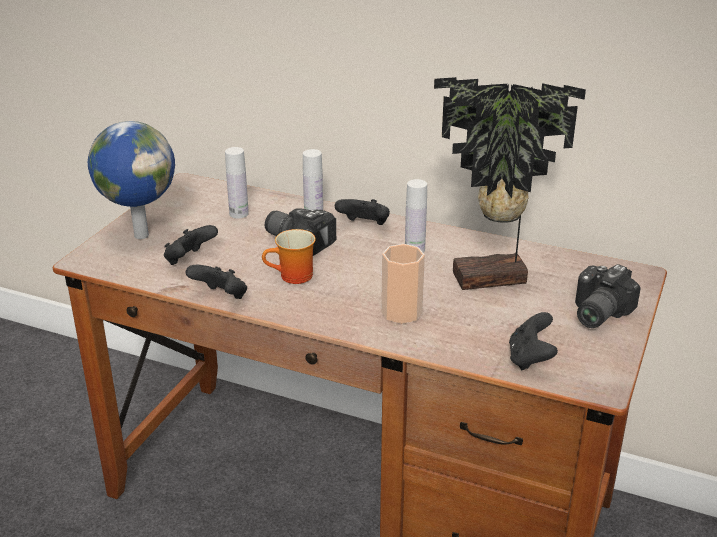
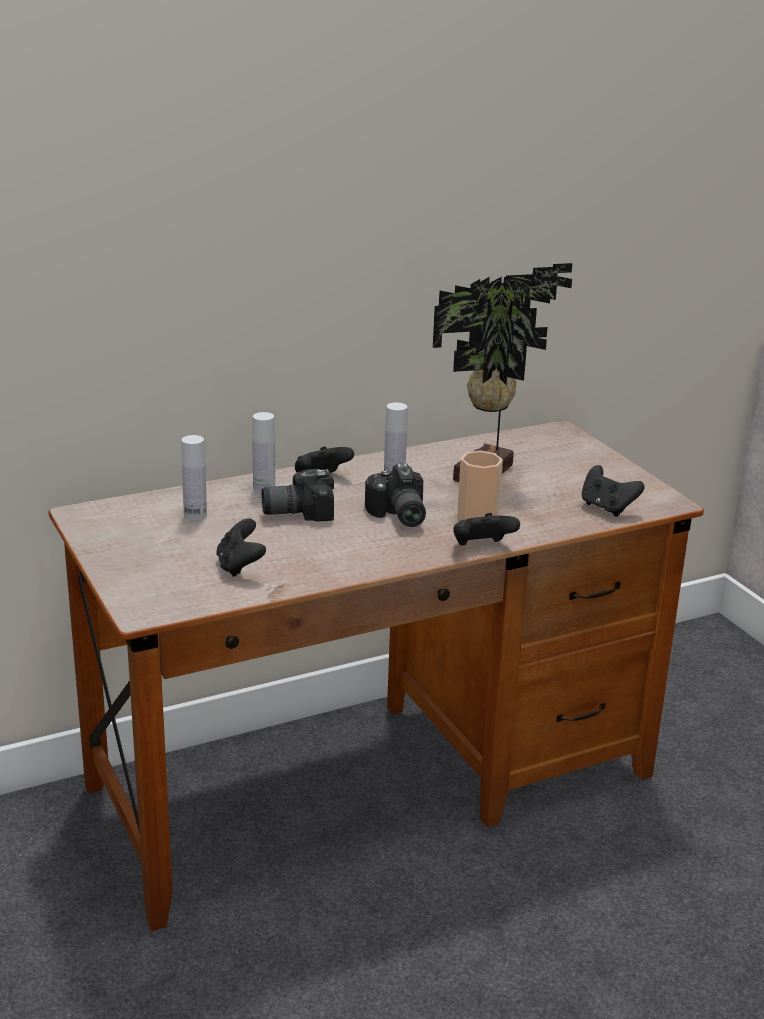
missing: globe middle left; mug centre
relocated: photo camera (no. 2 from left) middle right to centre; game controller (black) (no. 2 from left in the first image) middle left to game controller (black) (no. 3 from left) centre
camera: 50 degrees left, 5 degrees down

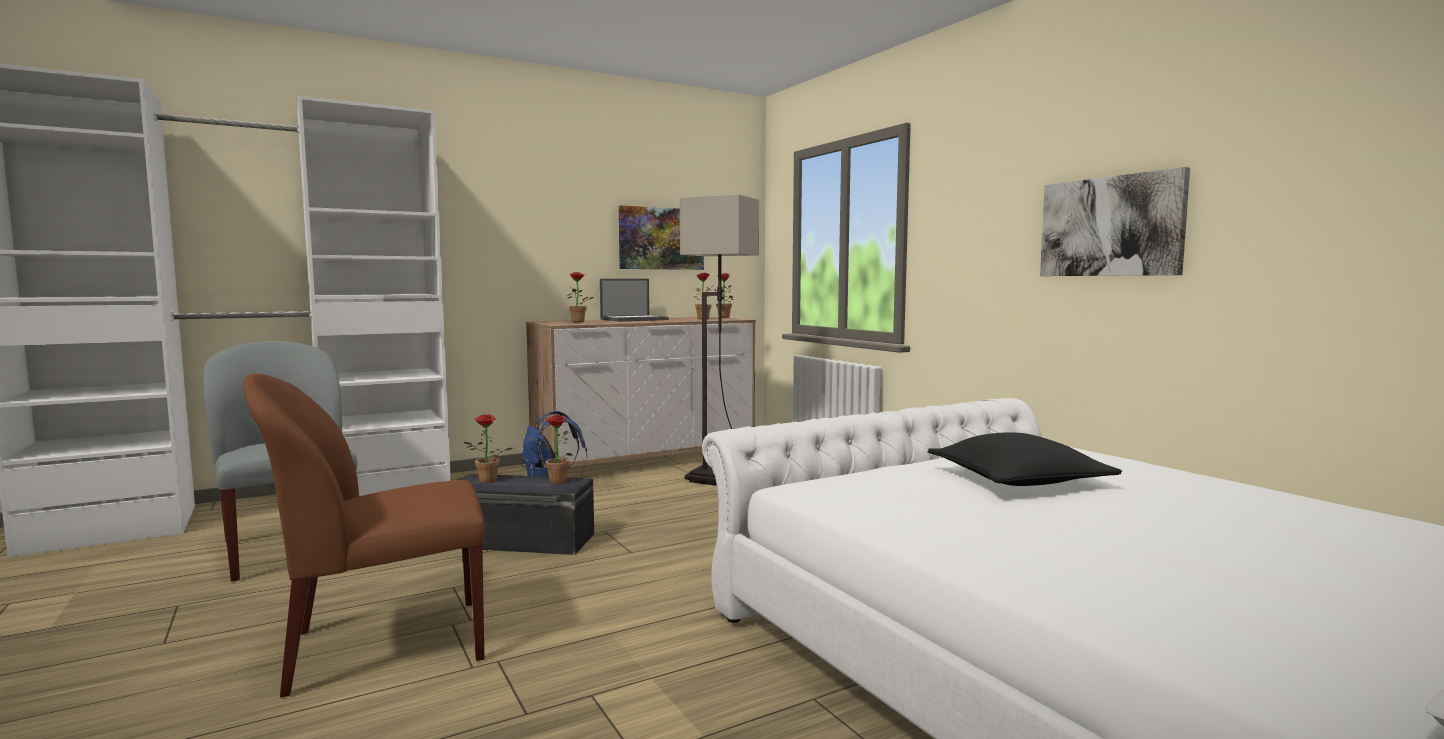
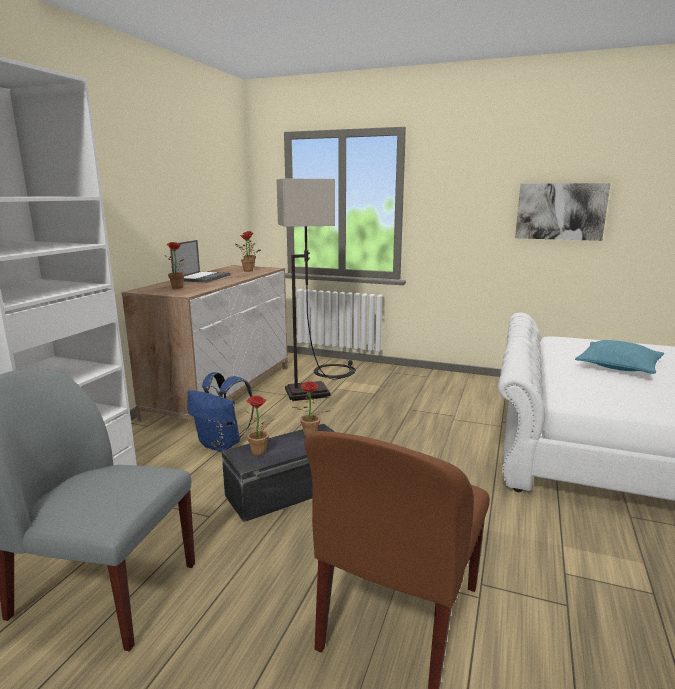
missing: picture (no. 1 from left) top centre
colour: pillow (black) middle right to pillow (turquoise) middle right
camera: 40 degrees left, 10 degrees up

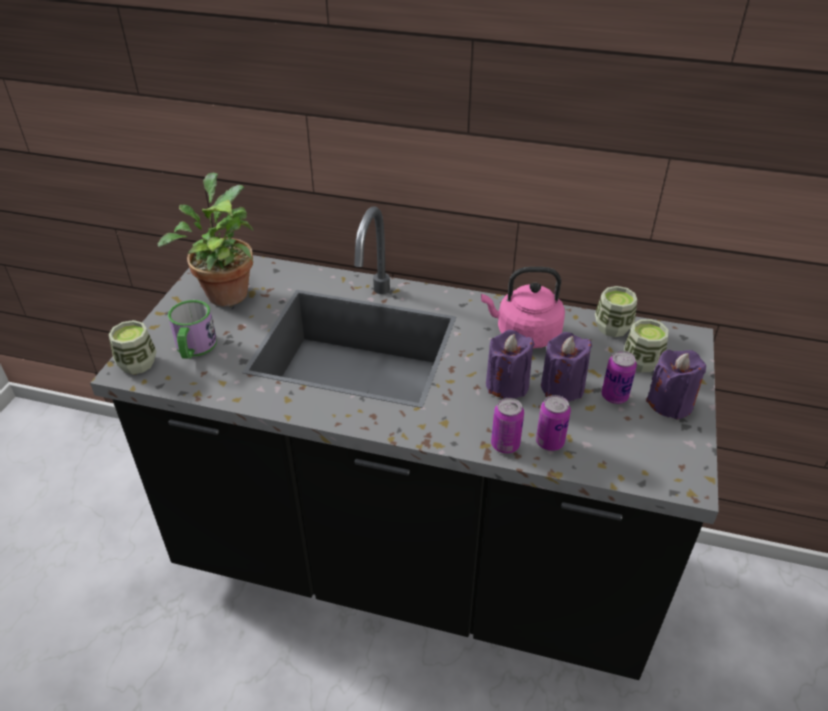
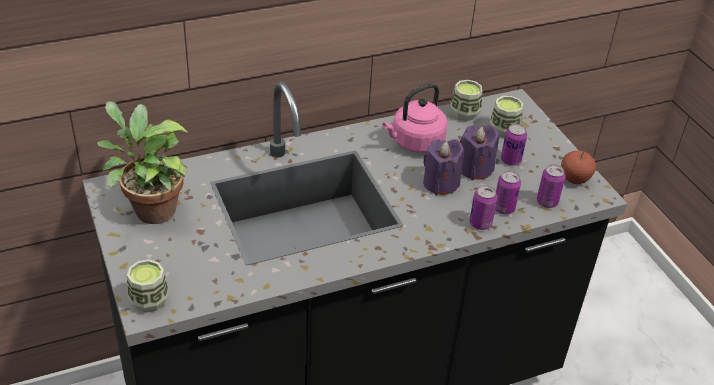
missing: mug middle left; candle (purple) (no. 3 from left) middle right
appeared: apple middle right; can (no. 4 from left) middle right
camera: 40 degrees left, 0 degrees up

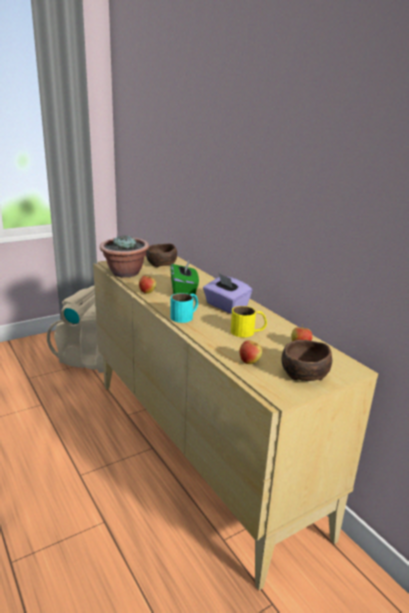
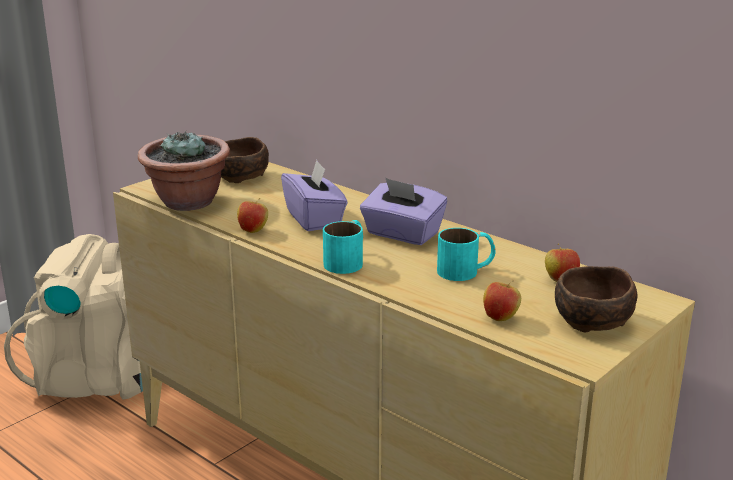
colour: tissue box (green) centre to tissue box (purple) (no. 1 from left) centre; mug (yellow) centre to mug (turquoise) (no. 2 from left) centre
camera: 15 degrees left, 0 degrees up

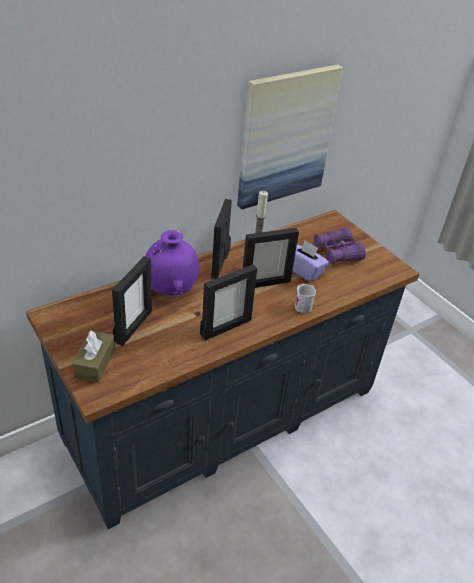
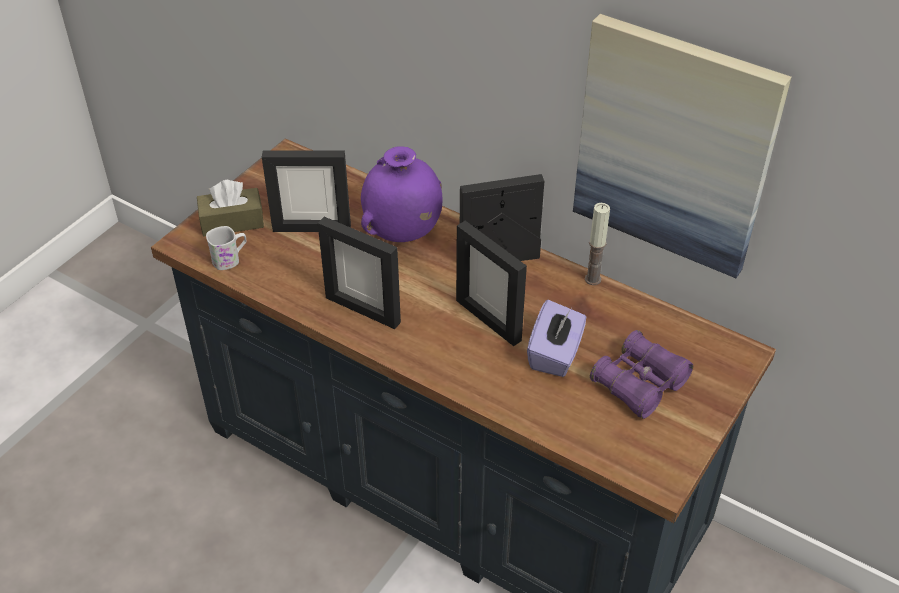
relocated: mug (white) centre to middle left
camera: 70 degrees right, 5 degrees up

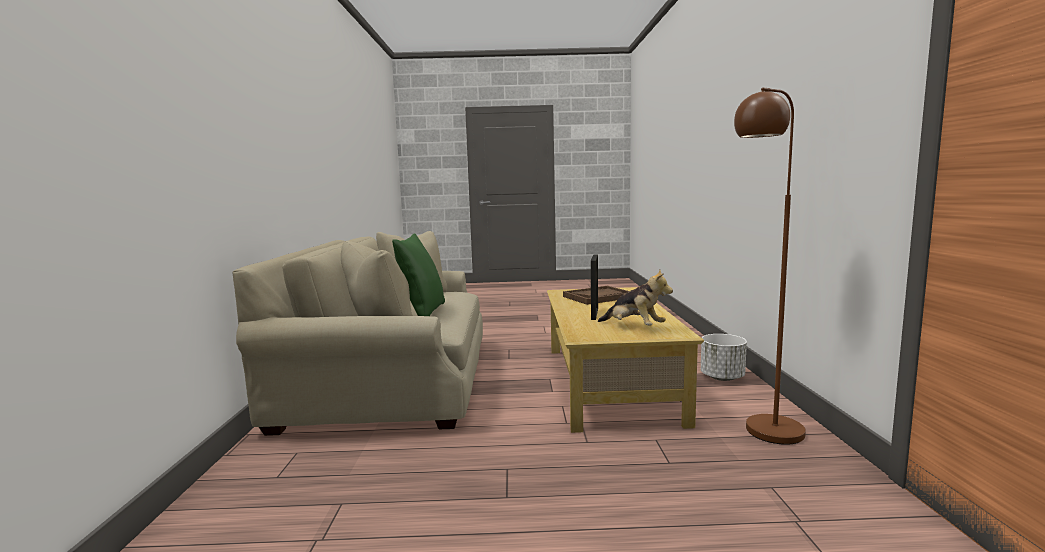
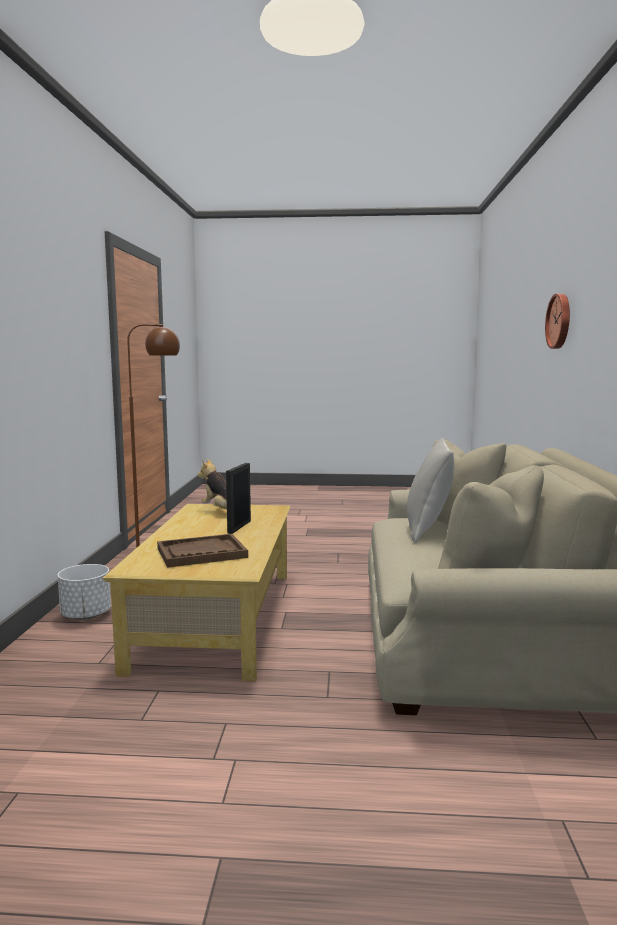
appeared: wall clock middle right
colour: pillow (green) centre to pillow (grey) middle right
camera: 175 degrees left, 0 degrees up

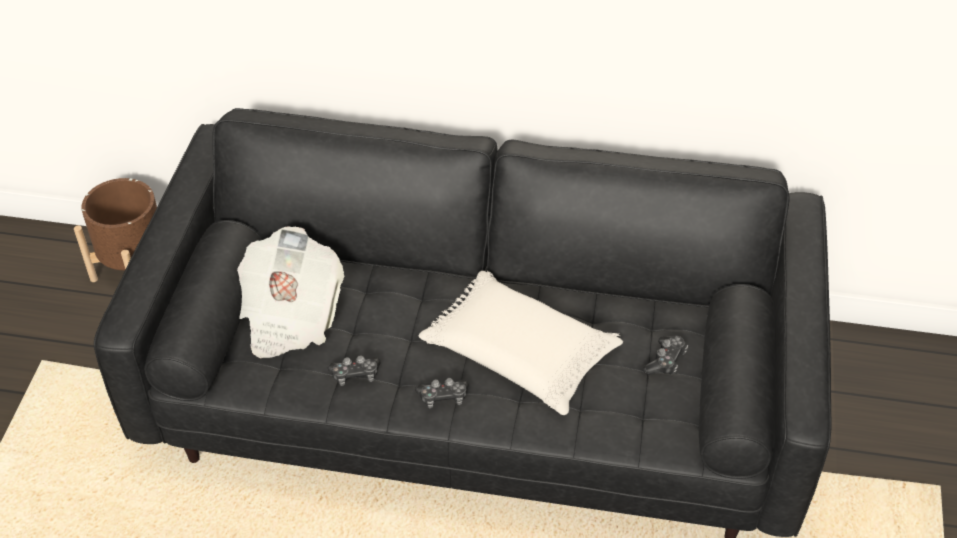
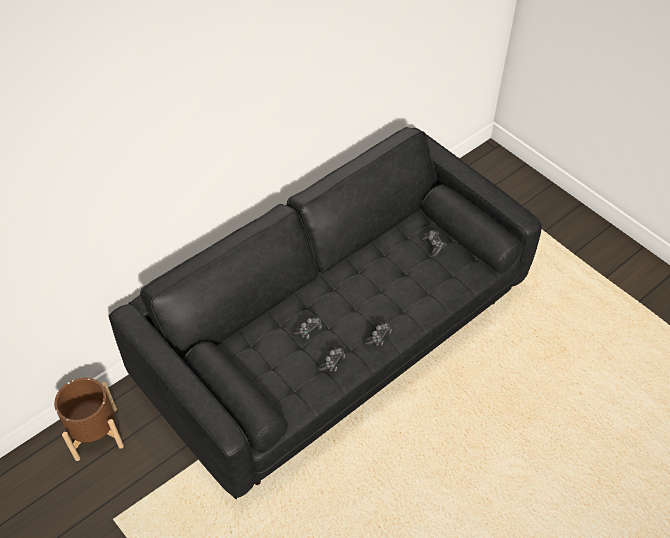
missing: newspaper middle left; pillow (white) centre
appeared: game controller (no. 1 from left) centre
camera: 50 degrees left, 5 degrees up

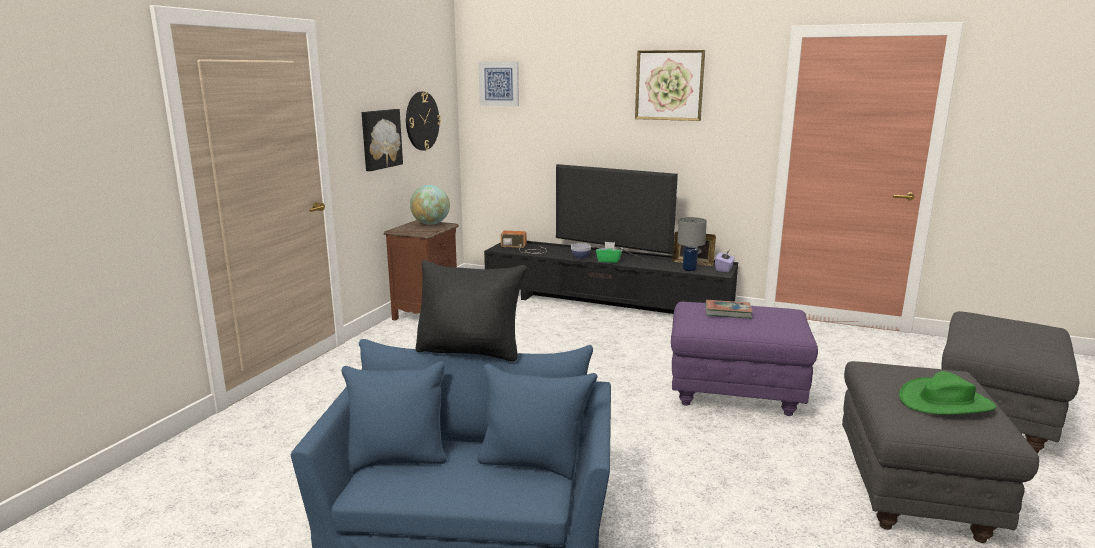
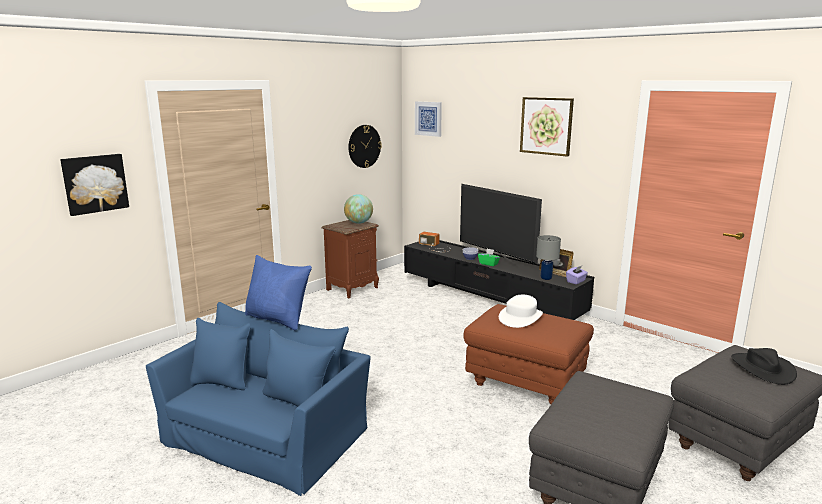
missing: hat (green) bottom right
appeared: hat (black) bottom right
relocated: picture (no. 1 from left) top centre to middle left
exchanged: book centre to hat (white) centre
colour: pillow (black) centre to pillow (blue) centre; ottoman (purple) middle right to ottoman (brown) bottom centre
camera: 20 degrees right, 0 degrees up

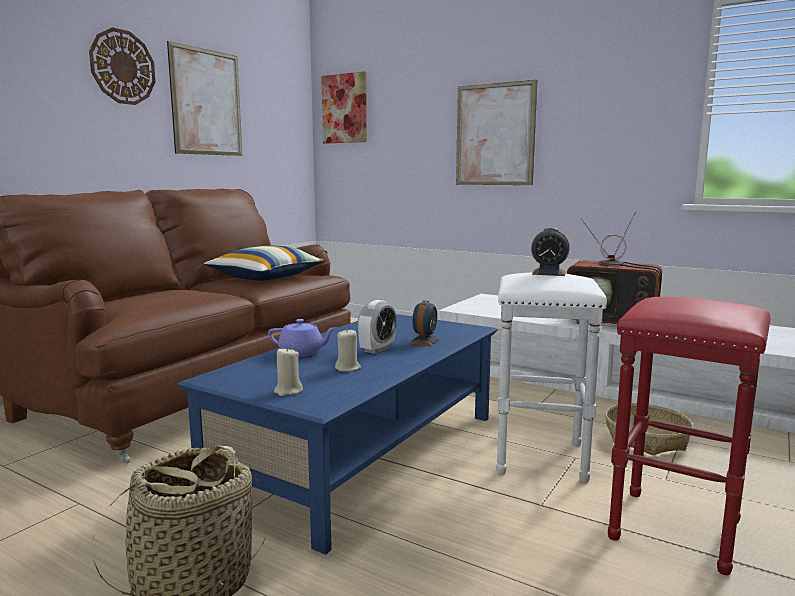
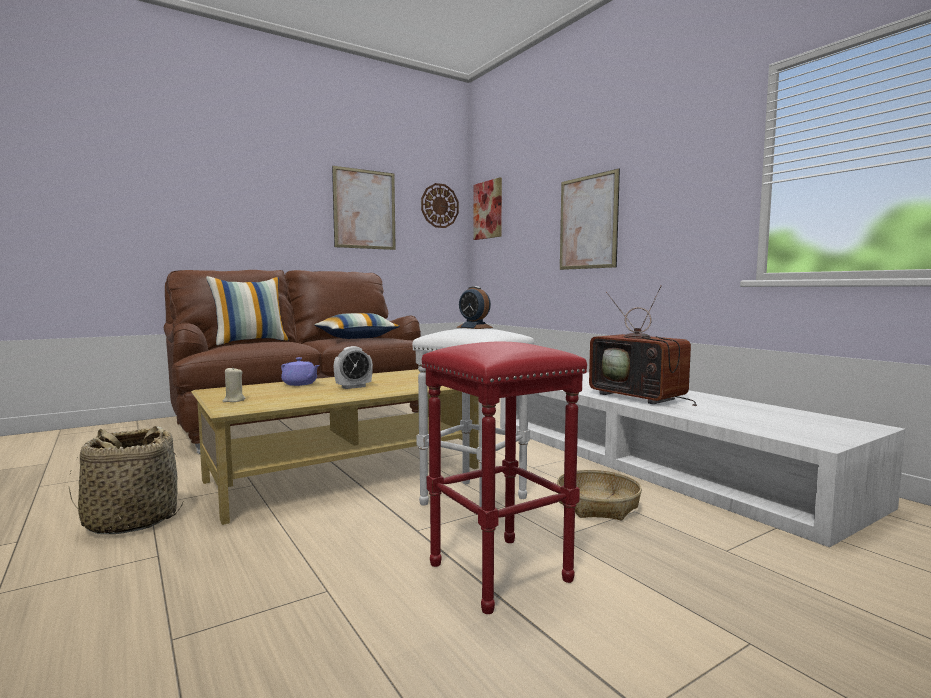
missing: alarm clock (no. 2 from left) centre; candle (beige) (no. 2 from left) centre
appeared: pillow (no. 1 from left) middle left
relocated: wall clock top left to top centre
colour: coffee table (blue) bottom centre to coffee table (beige) centre
camera: 25 degrees right, 5 degrees down

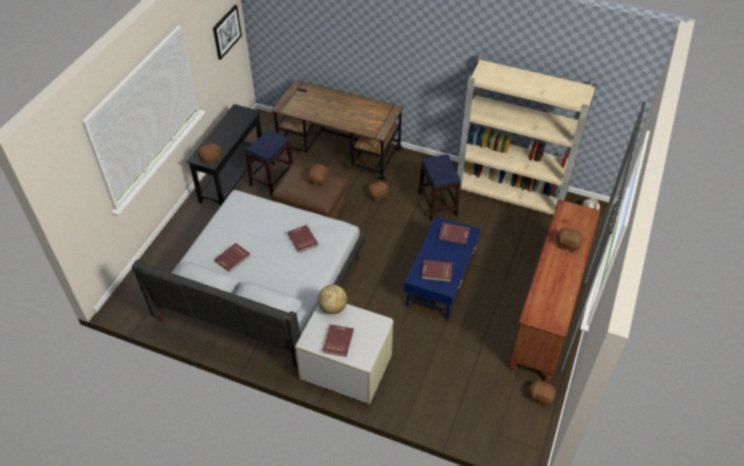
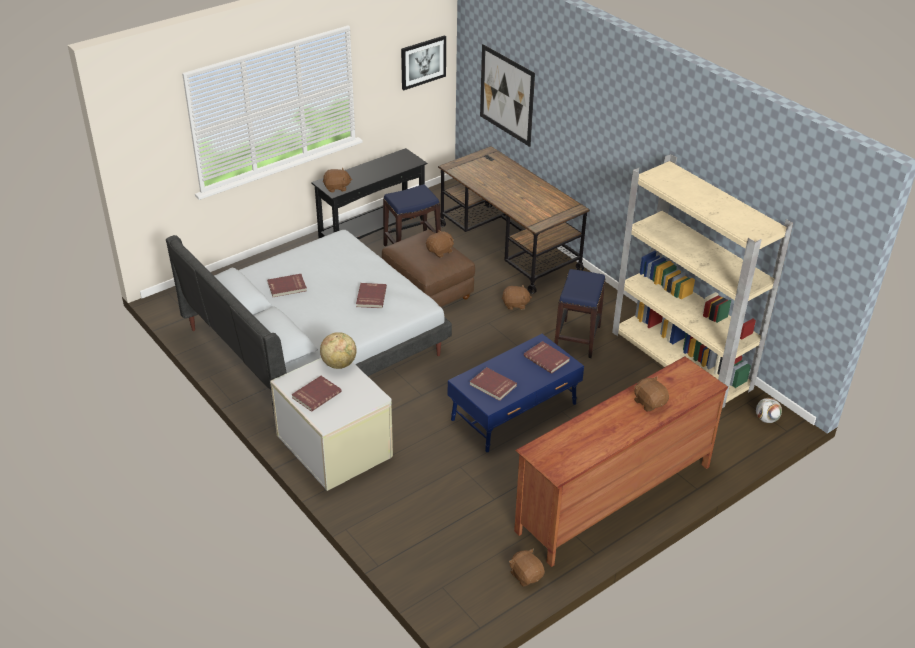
appeared: picture (no. 2 from left) top centre
camera: 30 degrees right, 10 degrees down

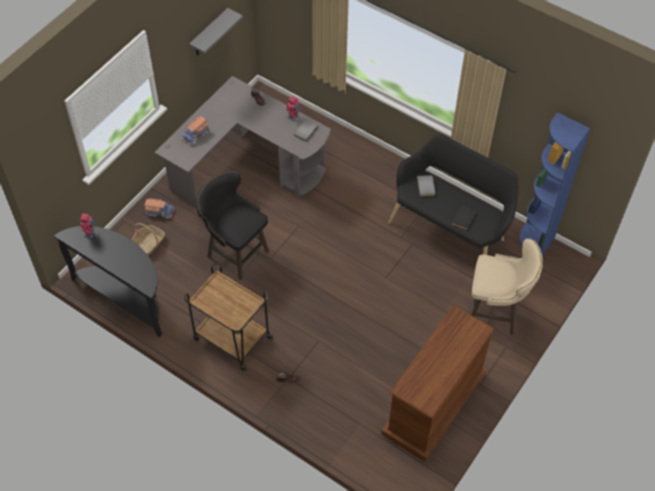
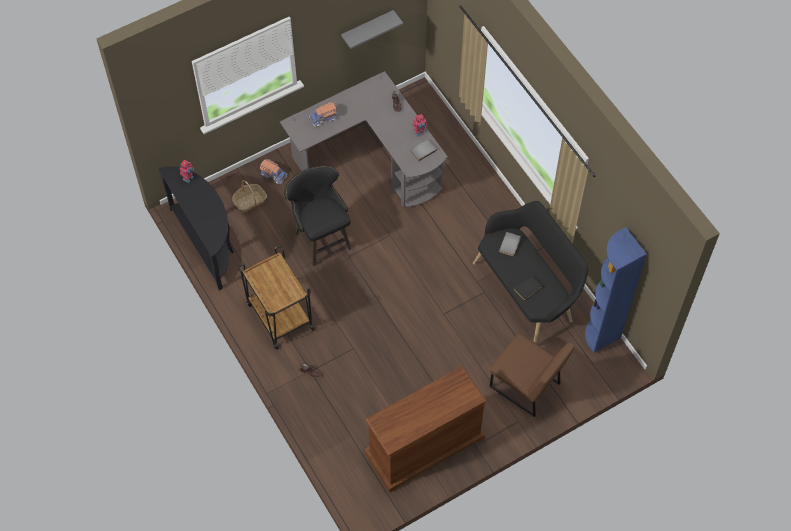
exchanged: stool (beige) middle right to chair (brown) bottom right
camera: 25 degrees right, 5 degrees up

